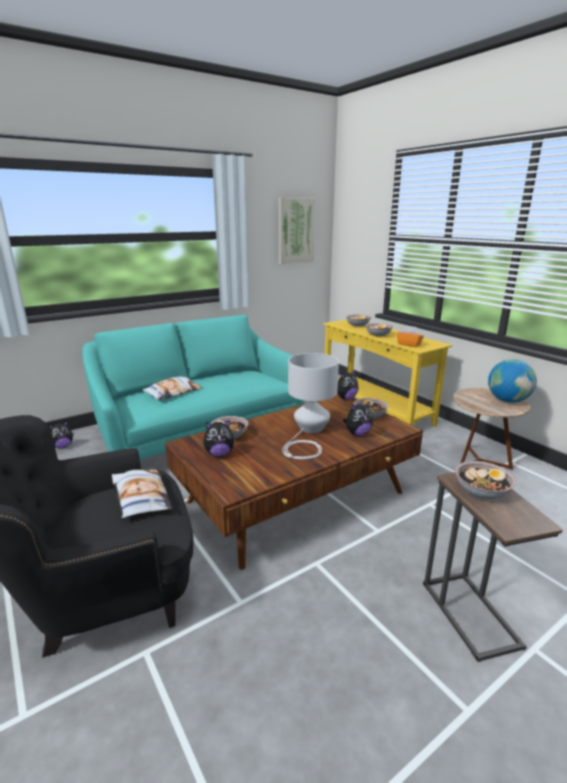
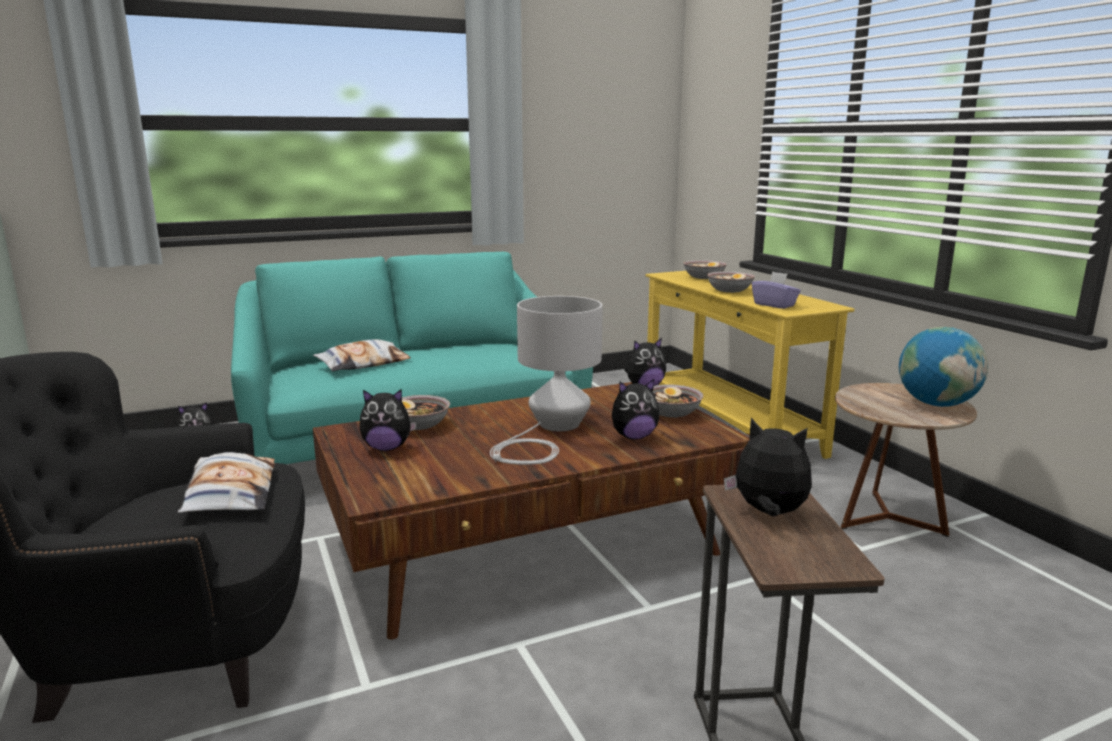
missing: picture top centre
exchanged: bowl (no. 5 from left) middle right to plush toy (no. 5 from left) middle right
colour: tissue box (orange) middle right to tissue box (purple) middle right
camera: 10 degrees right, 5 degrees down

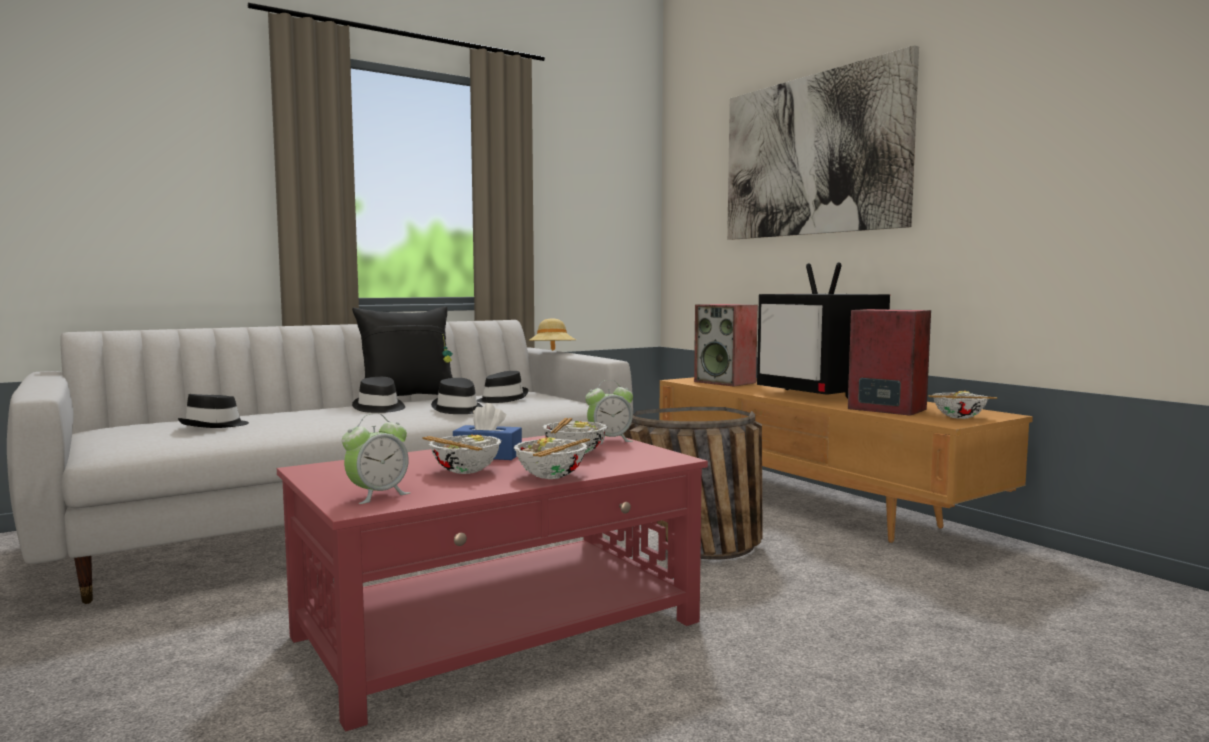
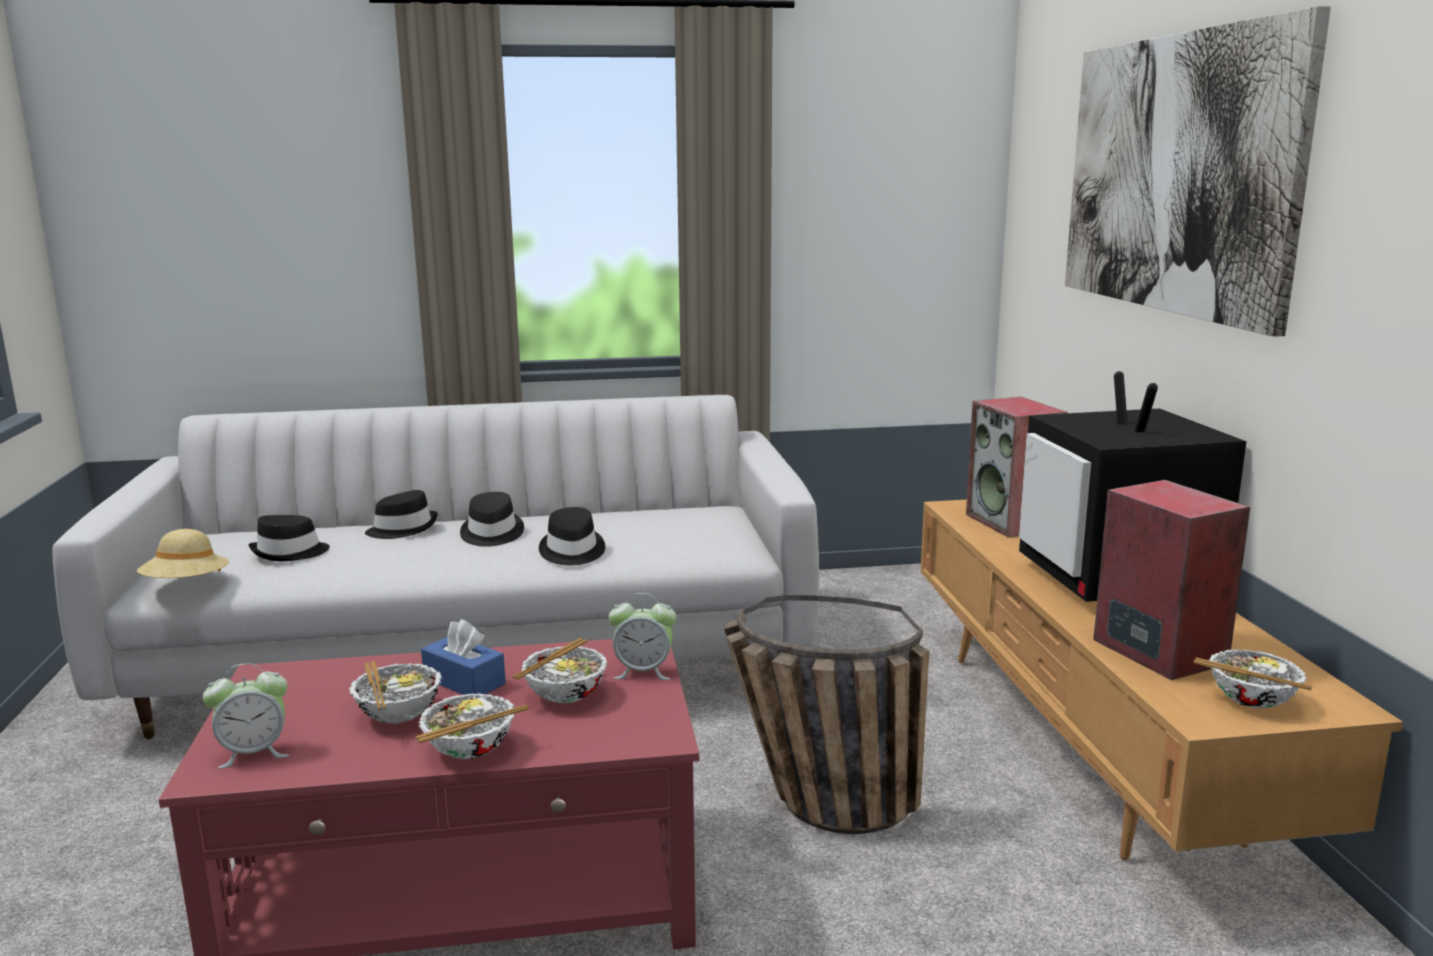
missing: pillow (black) middle left
relocated: hat (beige) centre to middle left; hat (black) (no. 4 from left in the first image) centre to hat (black) (no. 2 from left) middle left
camera: 25 degrees right, 10 degrees up

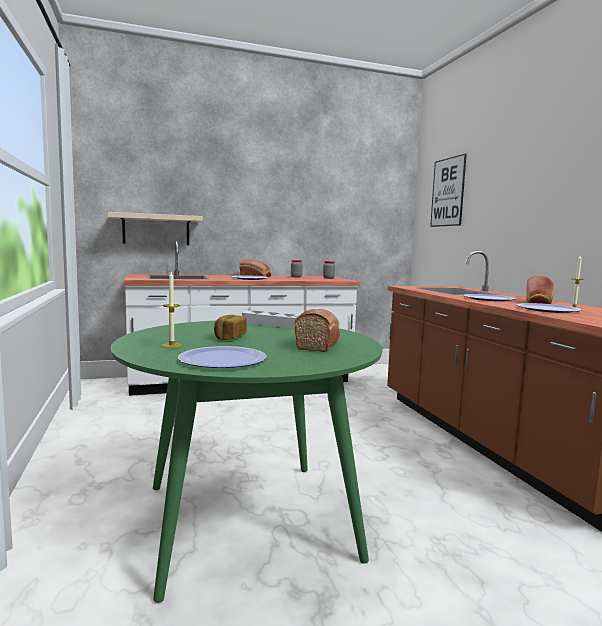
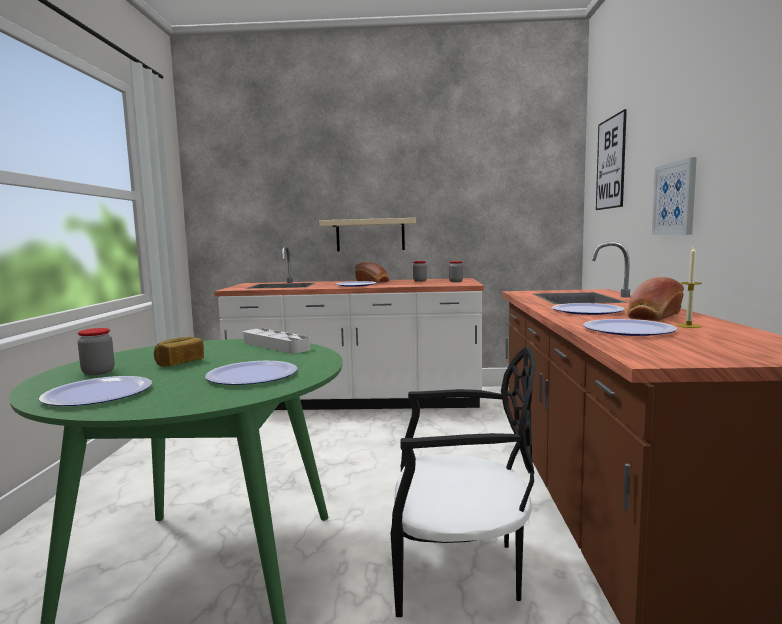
appeared: picture (no. 2 from left) top right; chair (black) bottom centre
relocated: shelf (beige) middle left to centre
exchanged: candle (no. 1 from left) middle left to jar (no. 1 from left) middle left; bread (no. 3 from left) centre to plate (no. 2 from left) middle left
camera: 20 degrees right, 0 degrees up

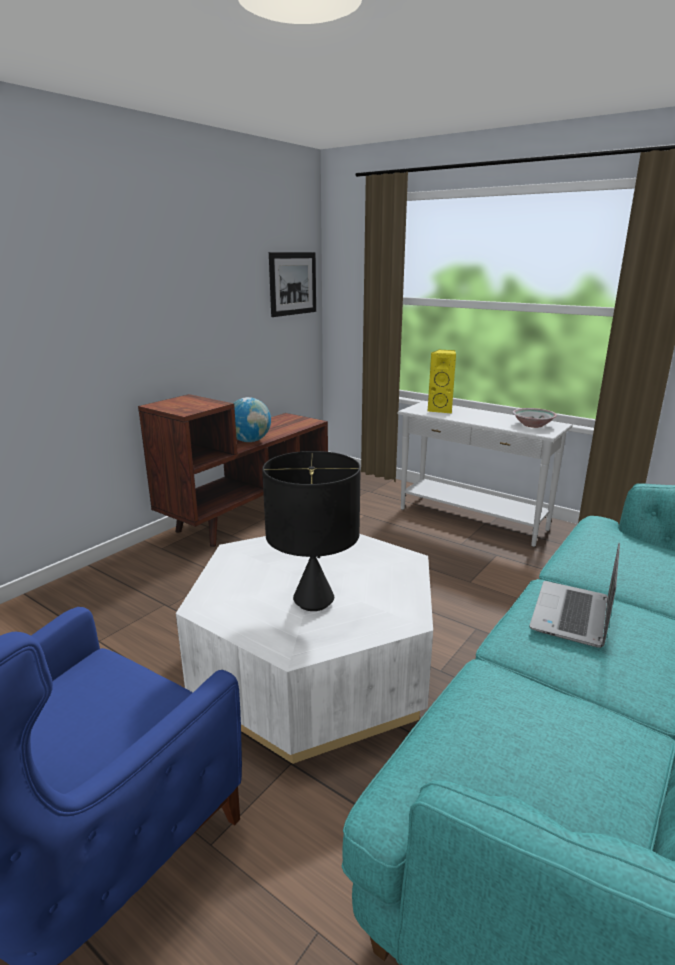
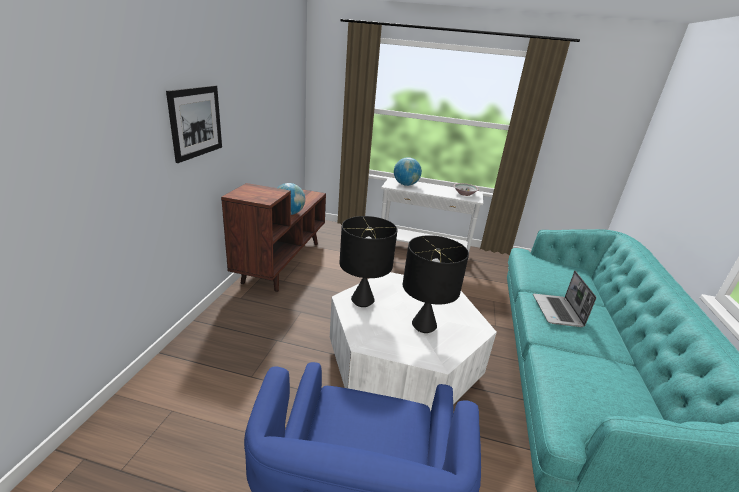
appeared: table lamp (black) (no. 1 from left) centre
relocated: picture top centre to top left
exchanged: speaker (yellow) centre to globe (no. 2 from left) centre
camera: 25 degrees left, 5 degrees up

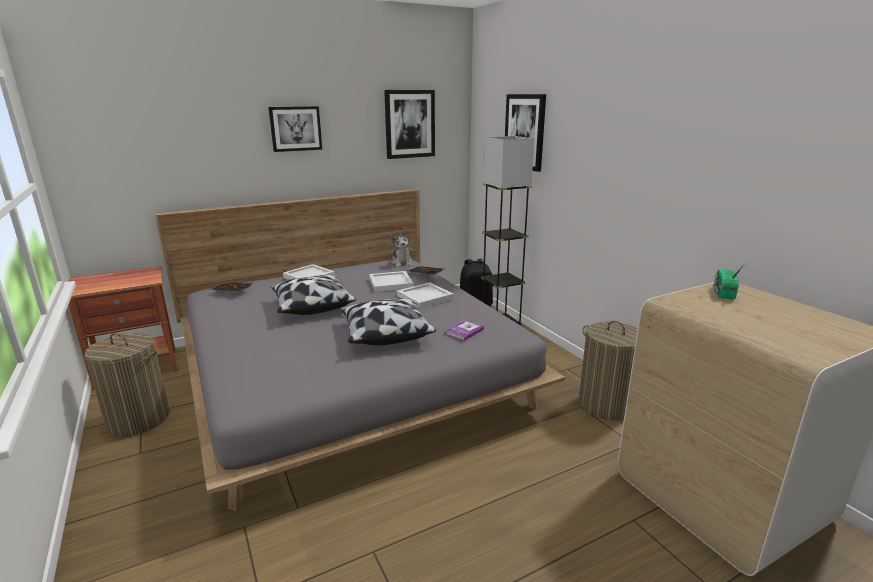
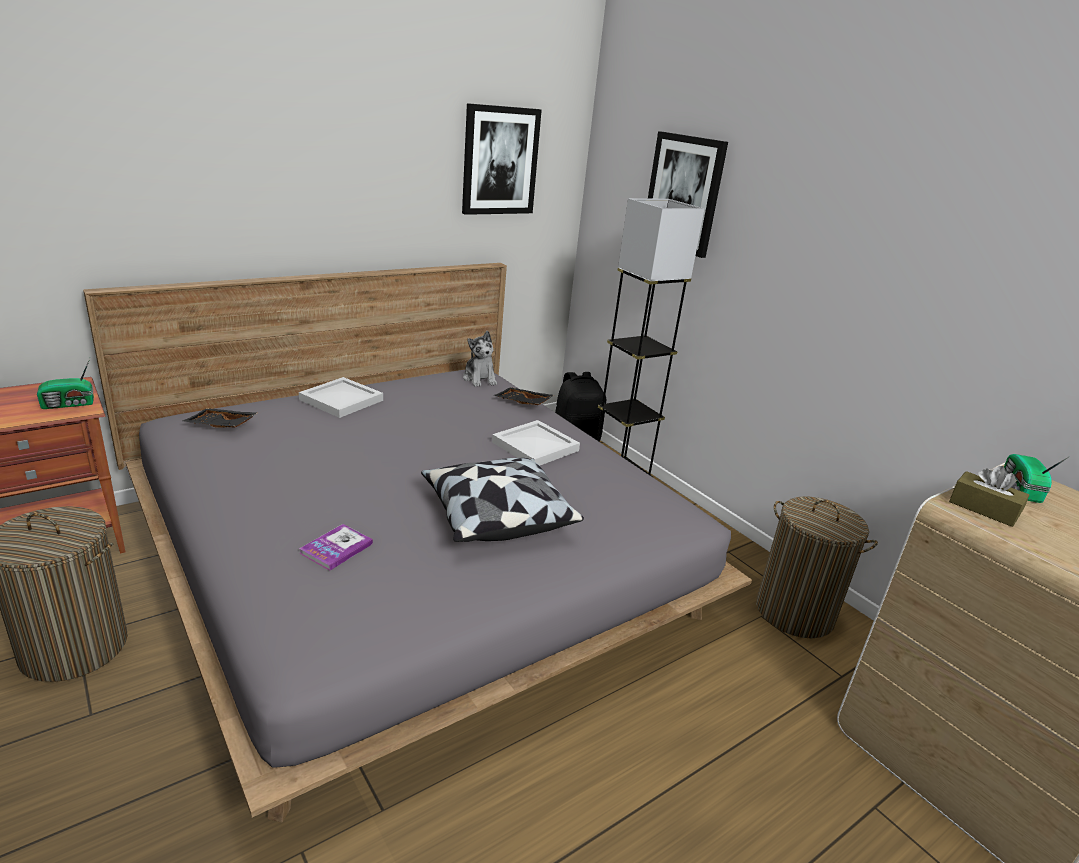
missing: picture (no. 1 from left) top centre; tray (white) (no. 2 from left) centre; pillow (no. 1 from left) centre
appeared: radio (no. 1 from left) middle left; tissue box (brown) middle right
relocated: book centre to middle left
camera: 10 degrees left, 5 degrees up

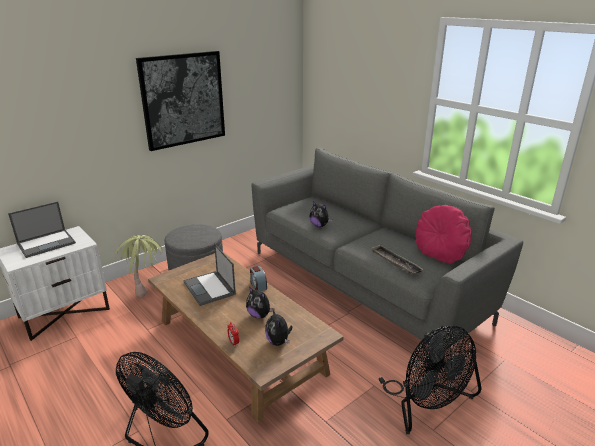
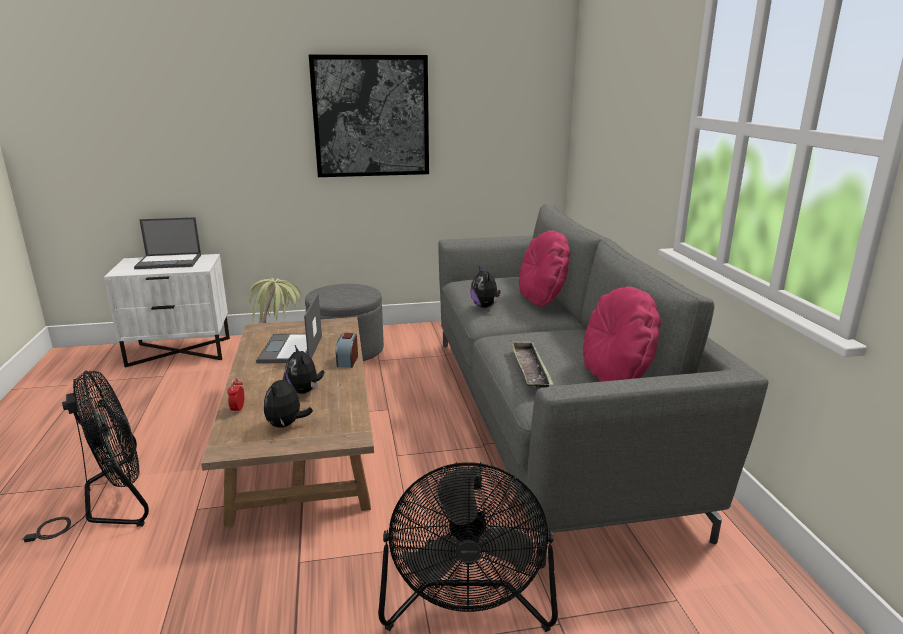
appeared: pillow (pink) (no. 1 from left) centre
camera: 30 degrees right, 5 degrees down

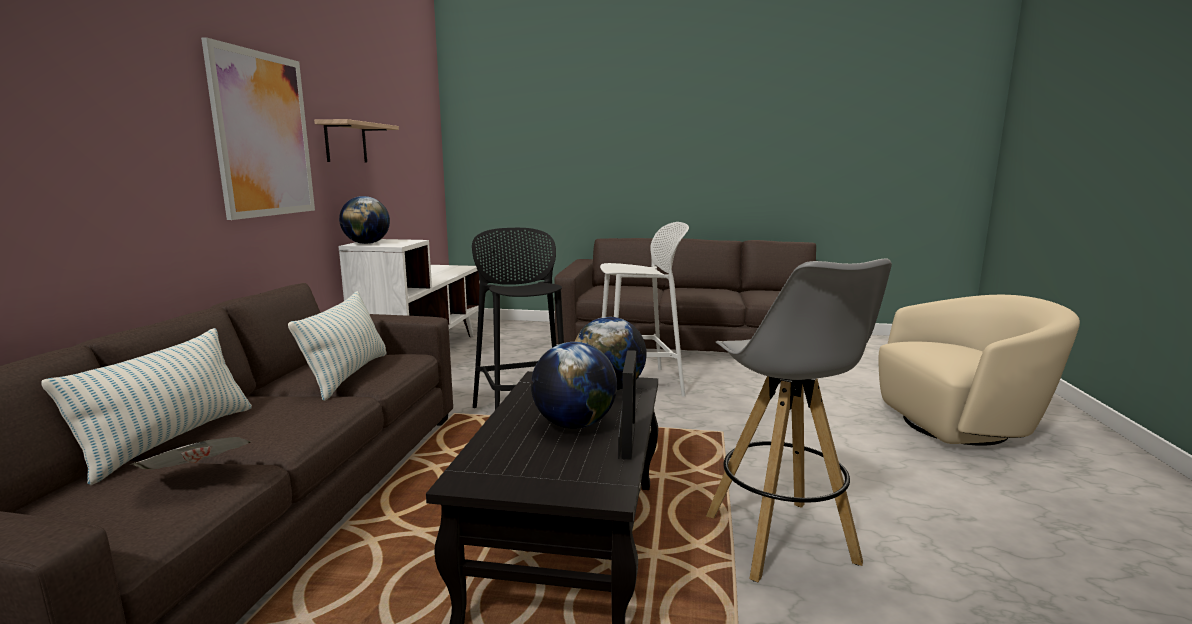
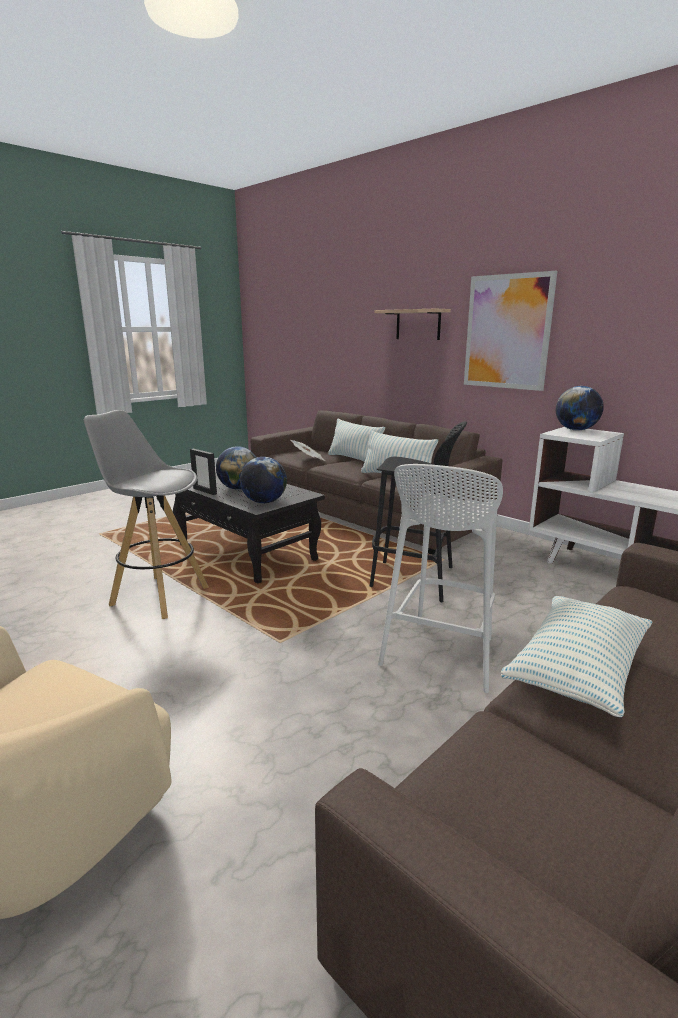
appeared: pillow (no. 3 from left) middle right
relocated: shelf top left to top centre
camera: 125 degrees right, 5 degrees up

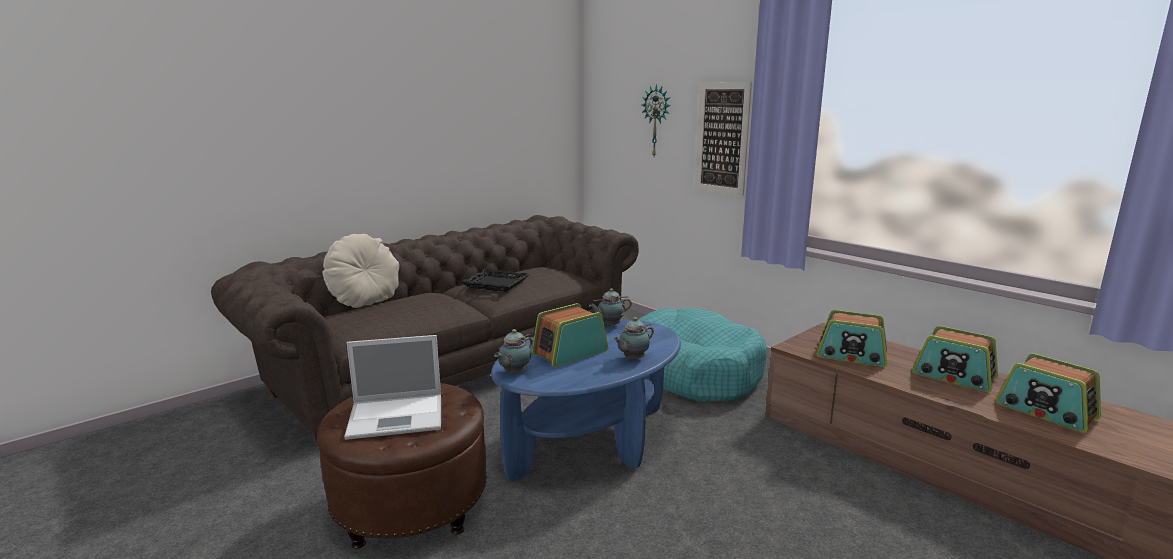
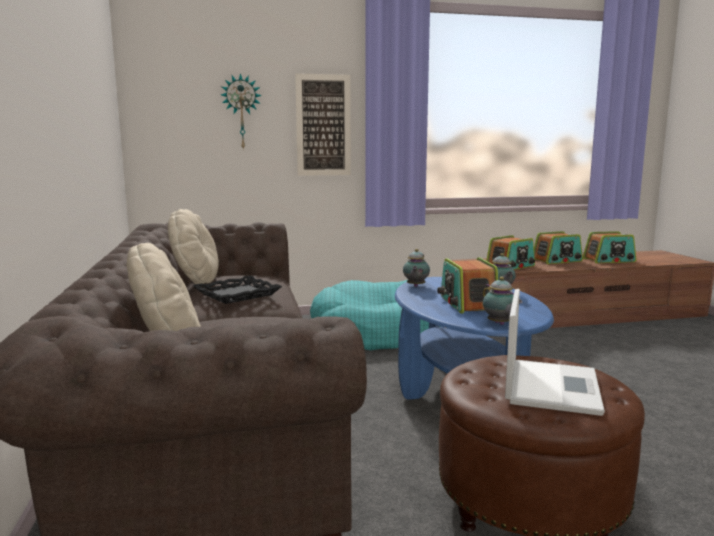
appeared: pillow (beige) (no. 2 from left) middle left
camera: 60 degrees left, 5 degrees down

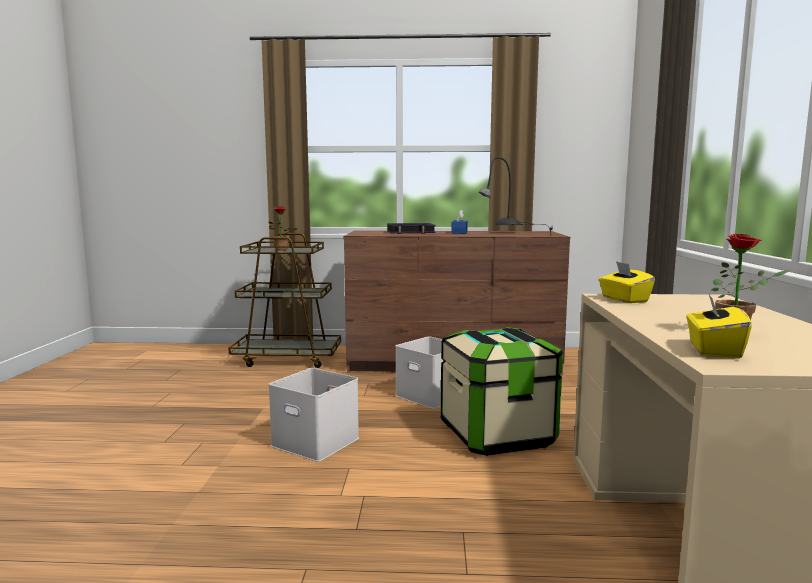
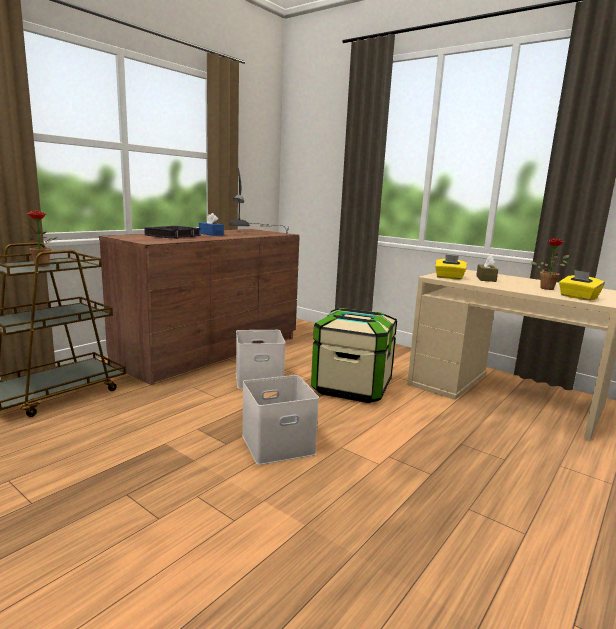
appeared: tissue box (brown) middle right
camera: 55 degrees left, 5 degrees up

